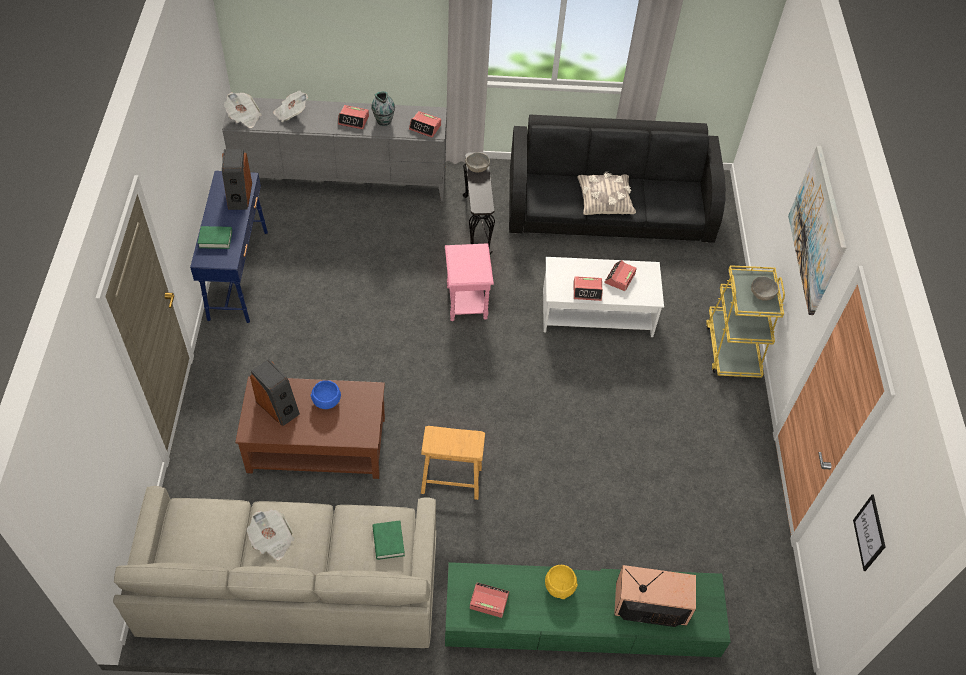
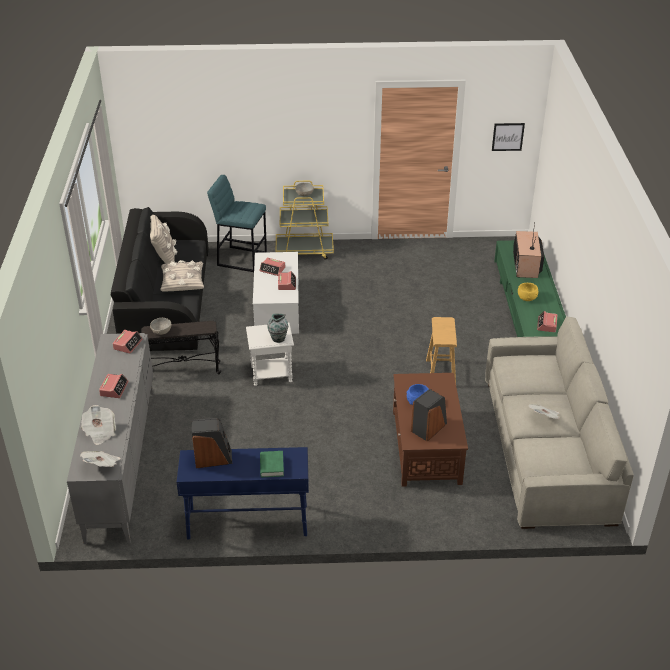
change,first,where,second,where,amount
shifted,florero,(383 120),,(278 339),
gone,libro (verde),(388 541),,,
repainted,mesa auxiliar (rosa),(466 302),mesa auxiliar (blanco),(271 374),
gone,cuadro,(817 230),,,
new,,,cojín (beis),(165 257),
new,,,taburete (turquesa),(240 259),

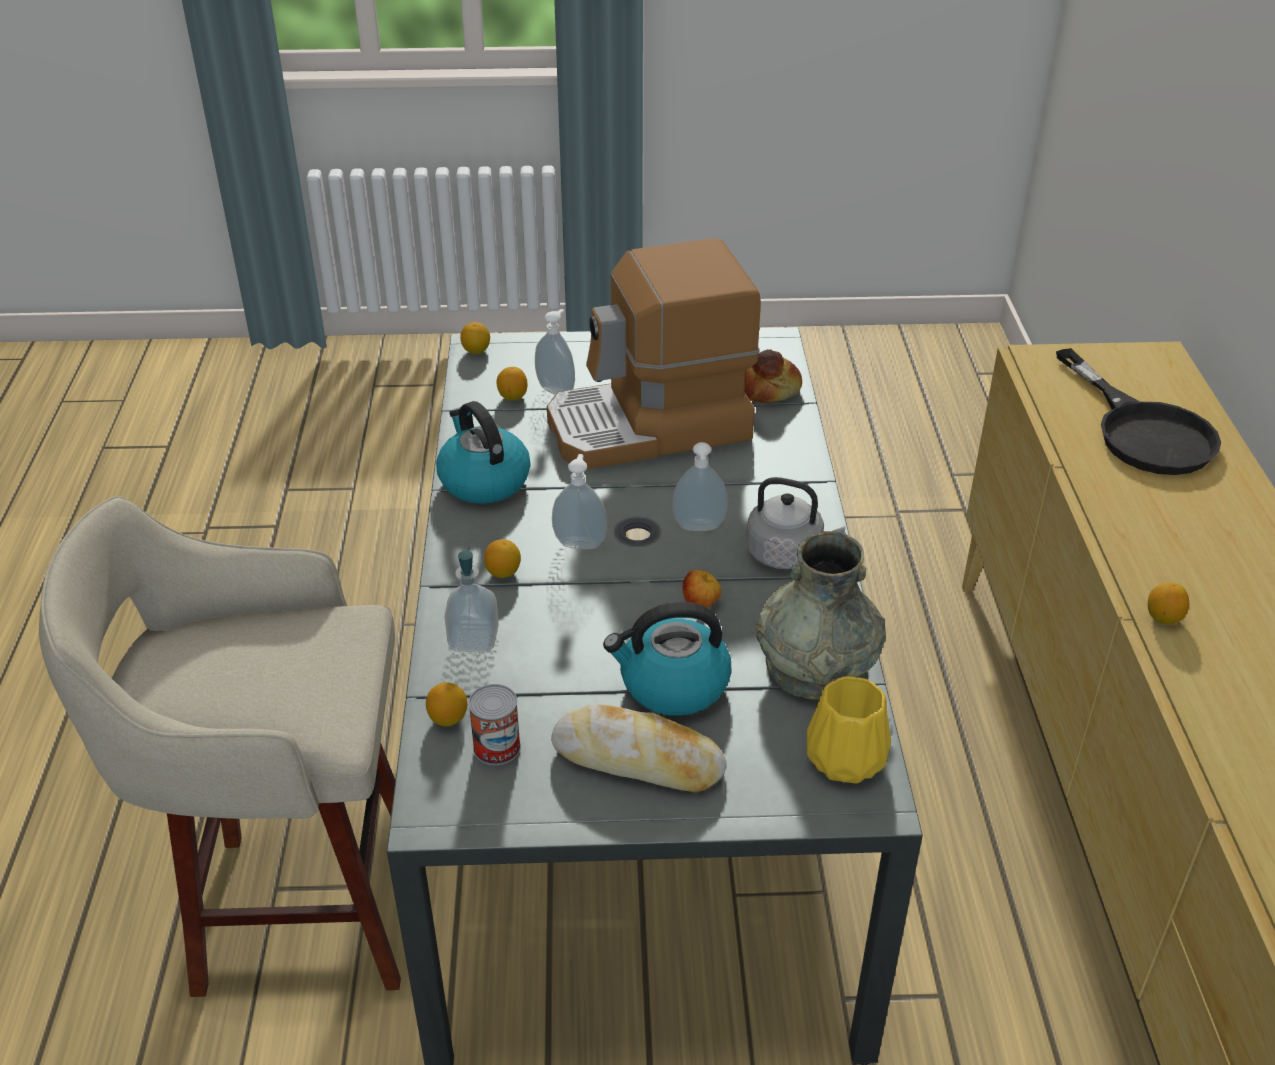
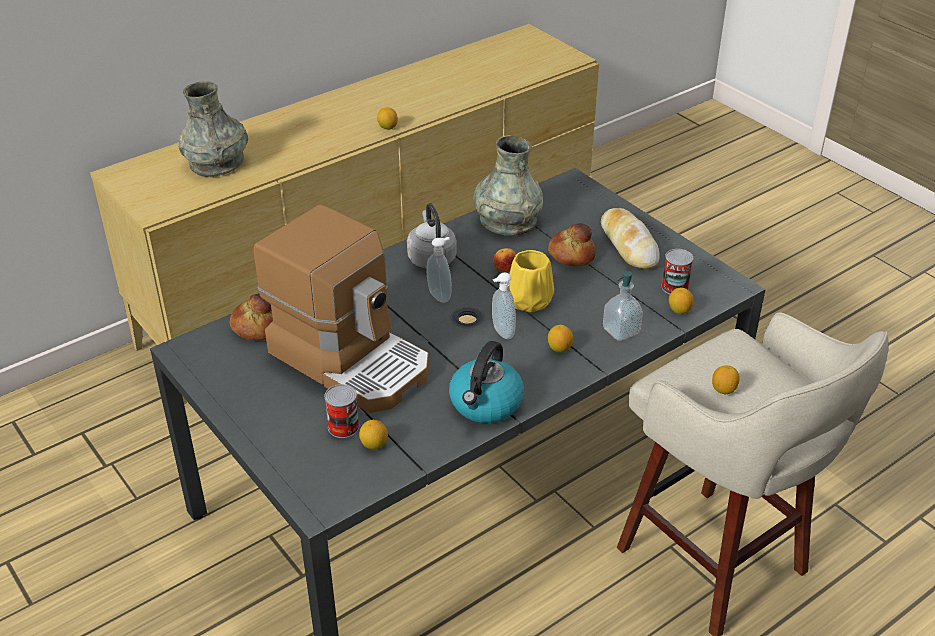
change,first,where,second,where,amount
shifted,limón,(476 351),,(723 390),
swapped,dispensador de jabón,(557 389),lata,(343 427),
swapped,hervidor,(672 685),pan,(571 255),
shifted,florero (amarillo),(844 758),,(529 302),
swapped,sartén (negro),(1143 430),florero (gris),(216 163),

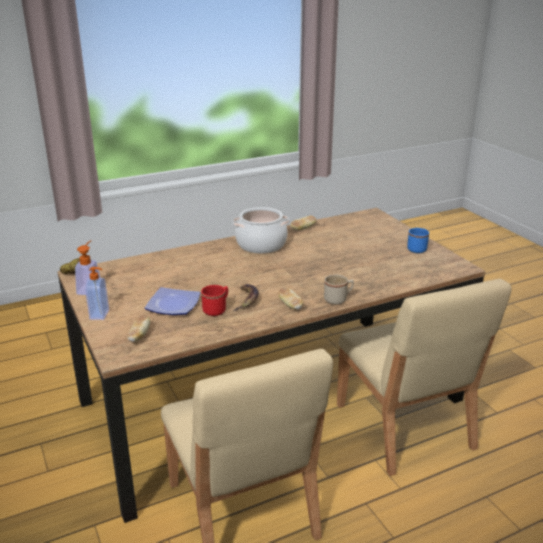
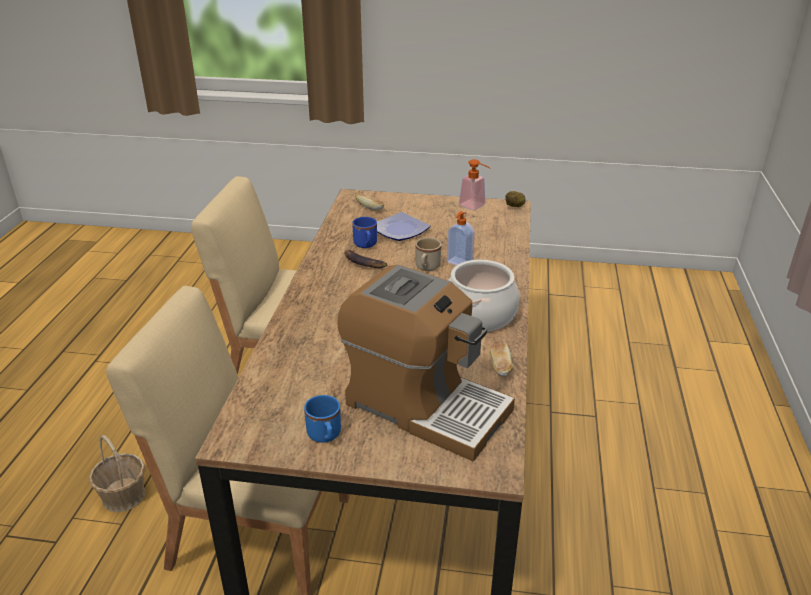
change,first,where,second,where,amount
shifted,dispensador de jabón,(100 314),,(459 262),
repainted,taza grande (rojo),(217 309),taza grande (azul),(366 245),
gone,pan,(290 305),,,
shifted,taza grande (beis),(338 299),,(426 268),
new,,,cesta,(123 496),
new,,,cafetera,(425 406),

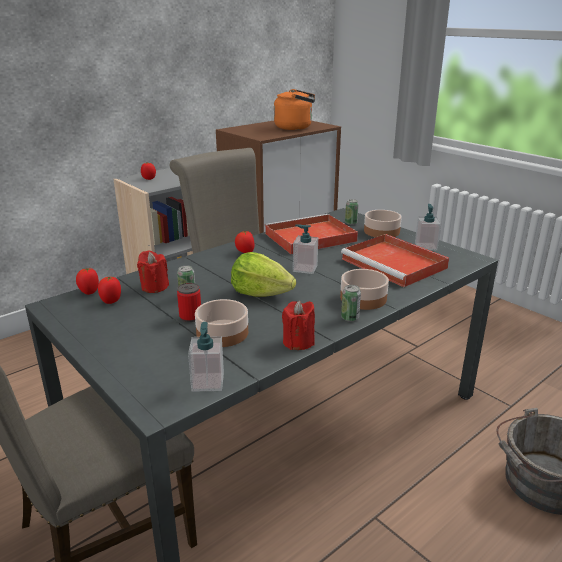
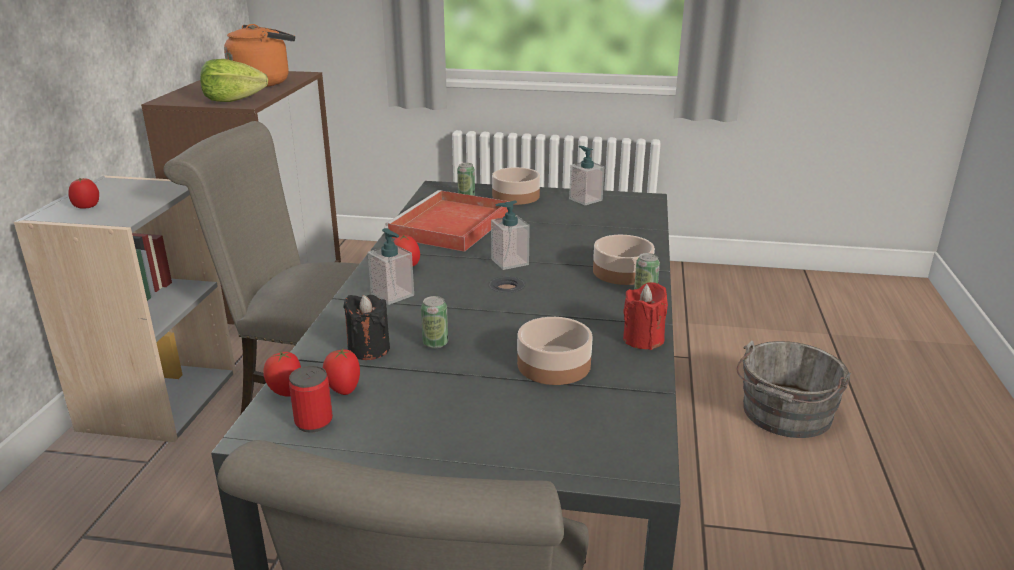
change,first,where,second,where,amount
repainted,vela (rojo),(154 287),vela (negro),(369 349),
shifted,lata,(190 317),,(314 422),
shifted,dispensador de jabón,(208 382),,(392 295),
shifted,lechuga,(261 293),,(233 100),
gone,bandeja (rojo),(395 264),,,

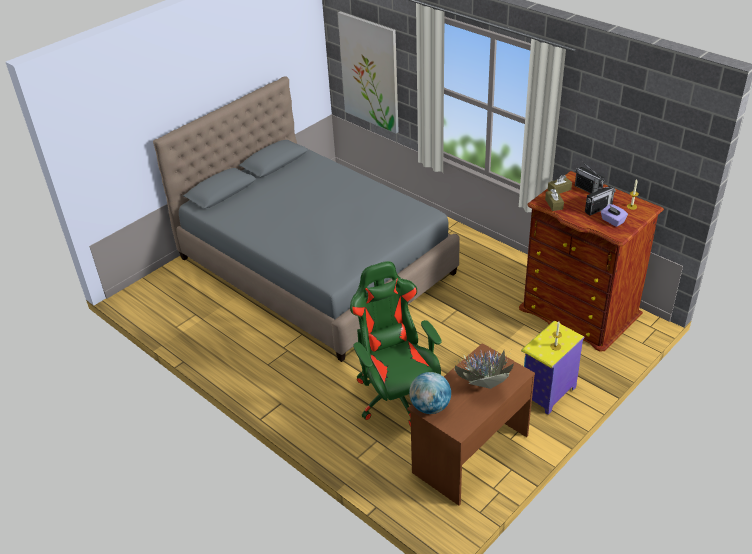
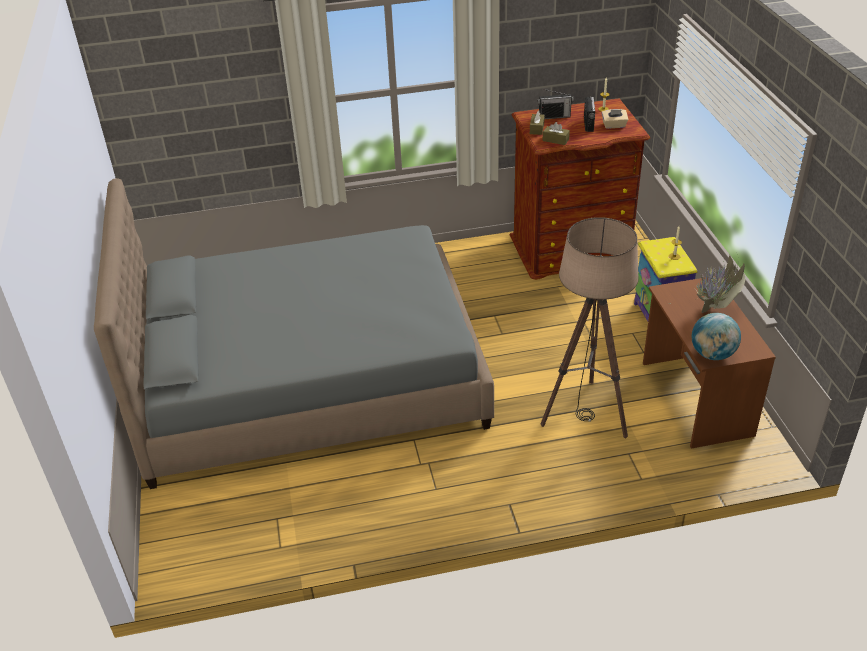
change,first,where,second,where,amount
gone,cuadro,(369 72),,,
swapped,silla de oficina (verde),(397 401),lámpara de pie,(586 414),
repainted,caja de pañuelos (morado),(612 221),caja de pañuelos (beis),(614 125),

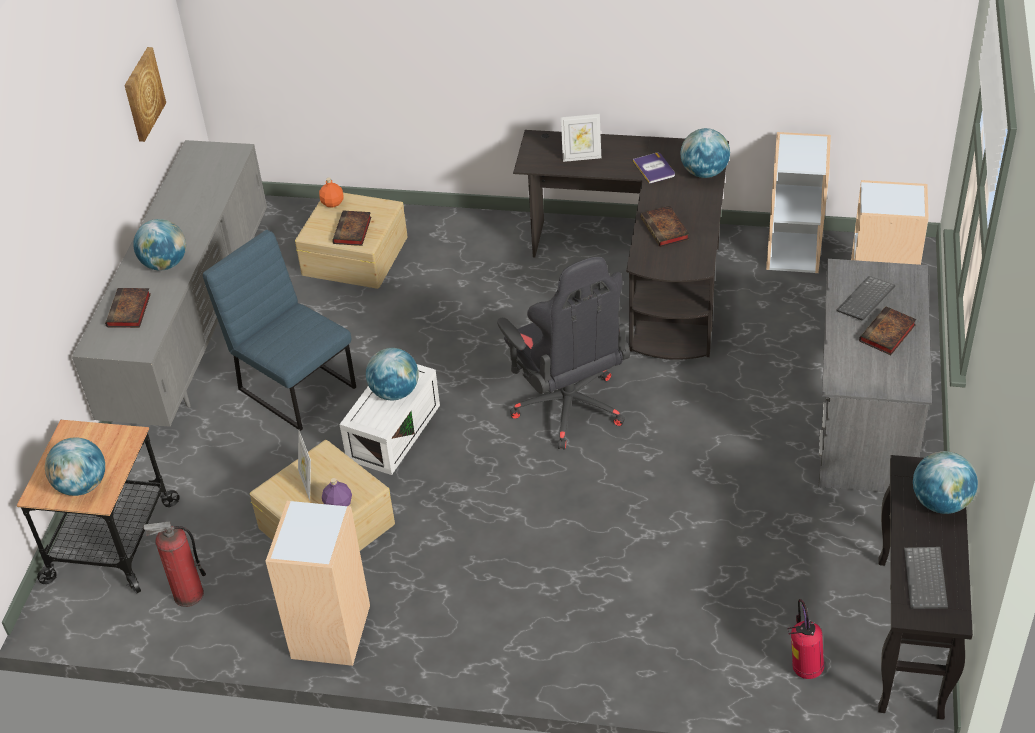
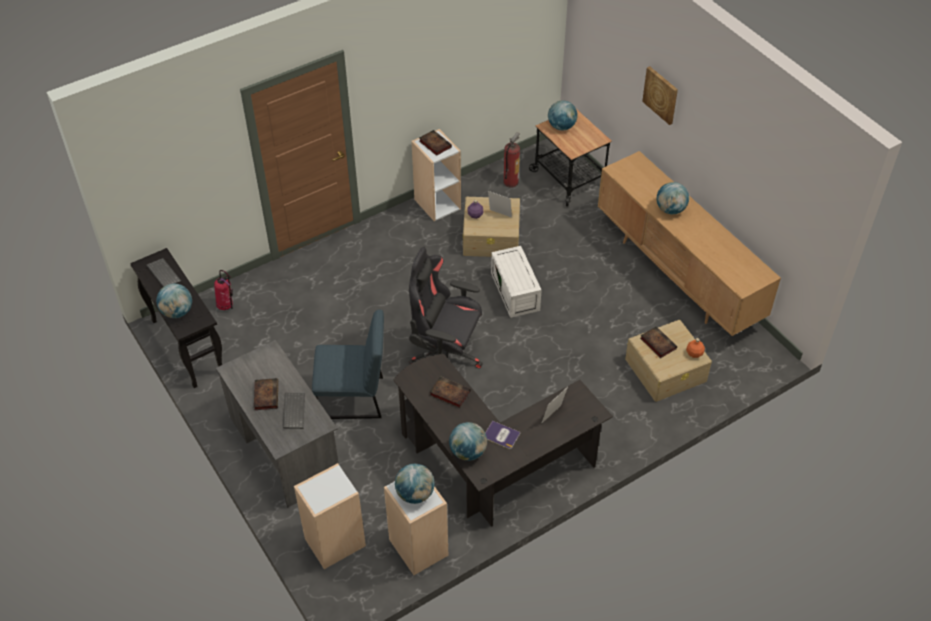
change,first,where,second,where,amount
repainted,armario (gris),(193 333),armario (marrón),(678 275),
shifted,libro,(129 311),,(434 144),
shifted,cuadro,(143 94),,(661 95),
shifted,silla (azul),(295 386),,(353 398),
shifted,globo terráqueo,(395 392),,(415 494),

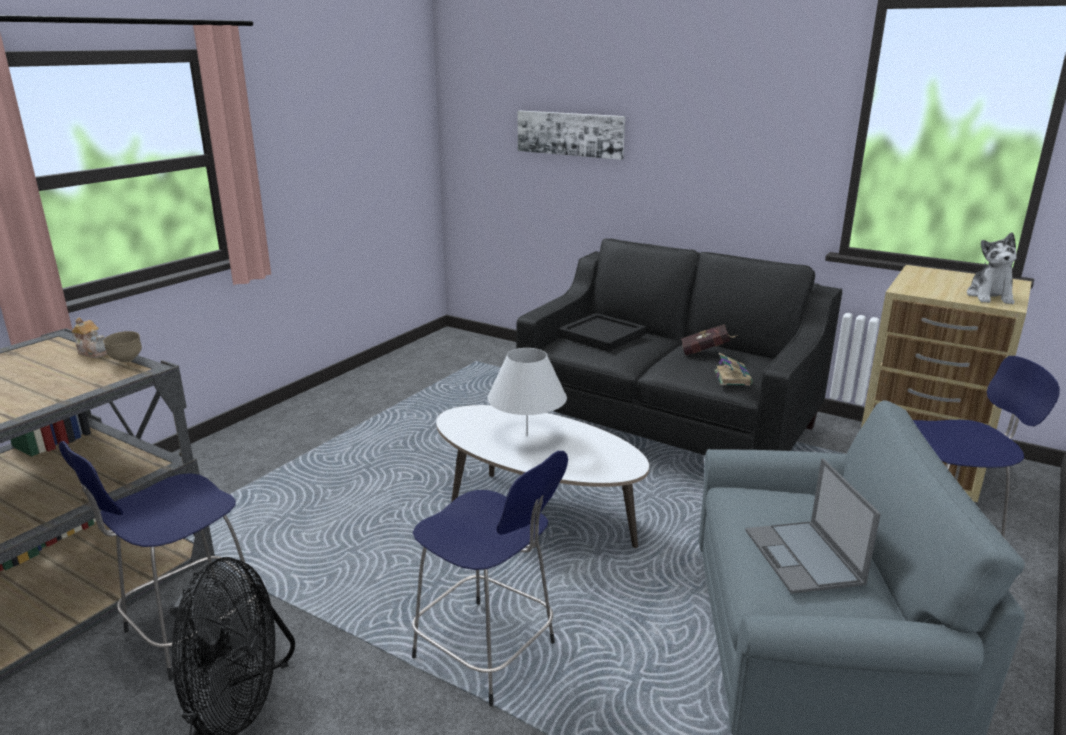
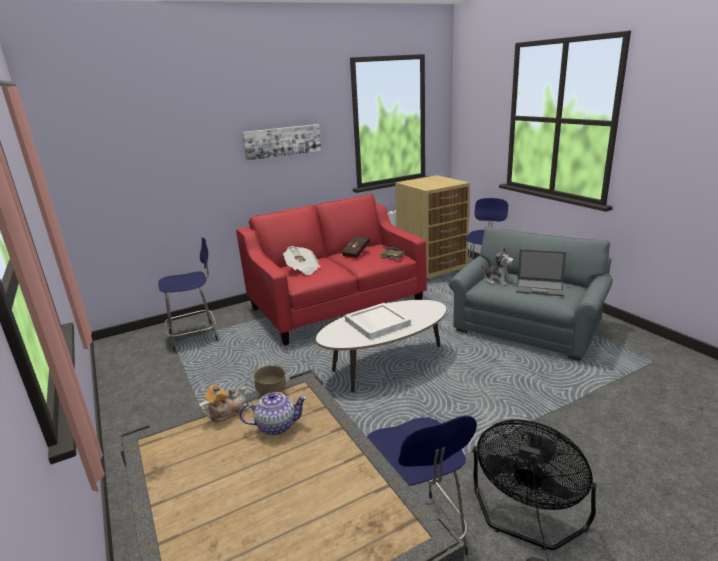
change,first,where,second,where,amount
shifted,taburete (azul),(488 653),,(195 336),
swapped,lámpara de mesa (blanco),(527 436),bandeja (blanco),(376 323),
repainted,sofá (negro),(669 425),sofá (rojo),(337 306),
shifted,cuadro,(570 134),,(282 141),
swapped,bandeja (negro),(601 336),periódico,(302 269),
shifted,peluche,(990 296),,(497 281),
new,,,tetera,(276 426),

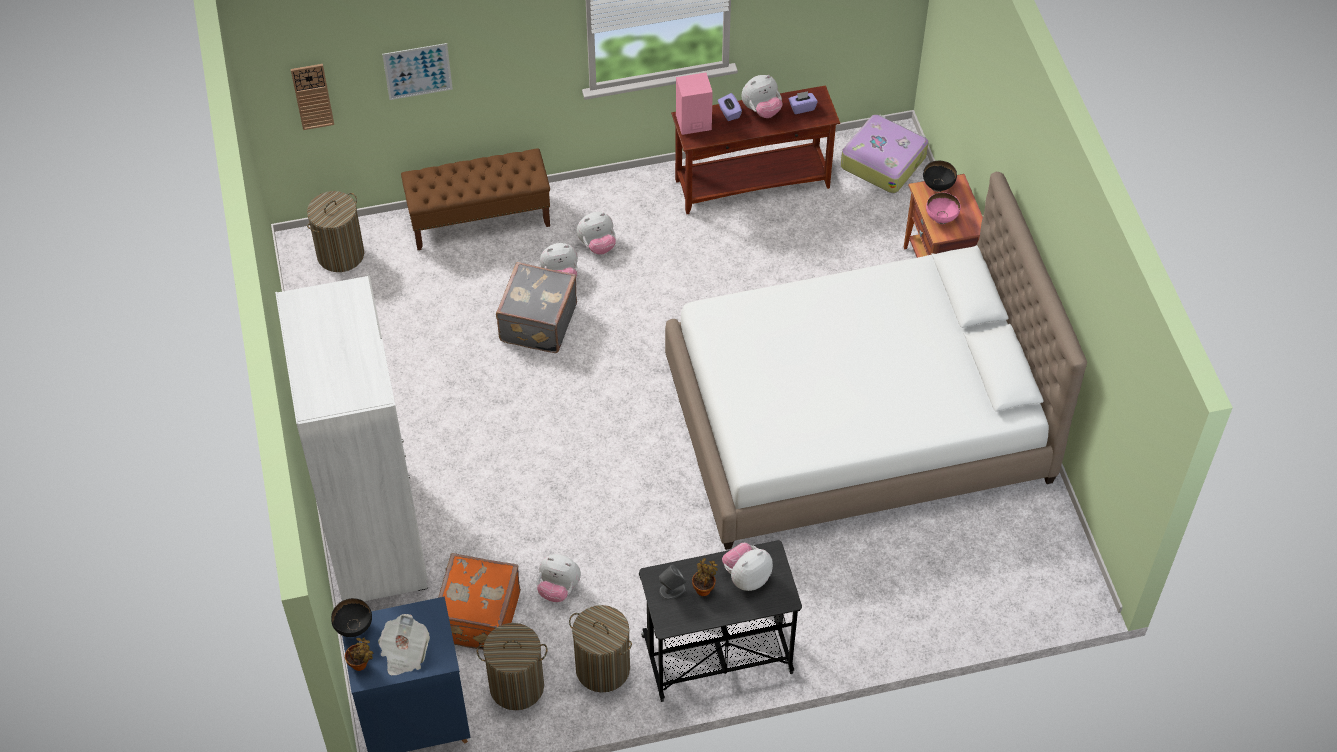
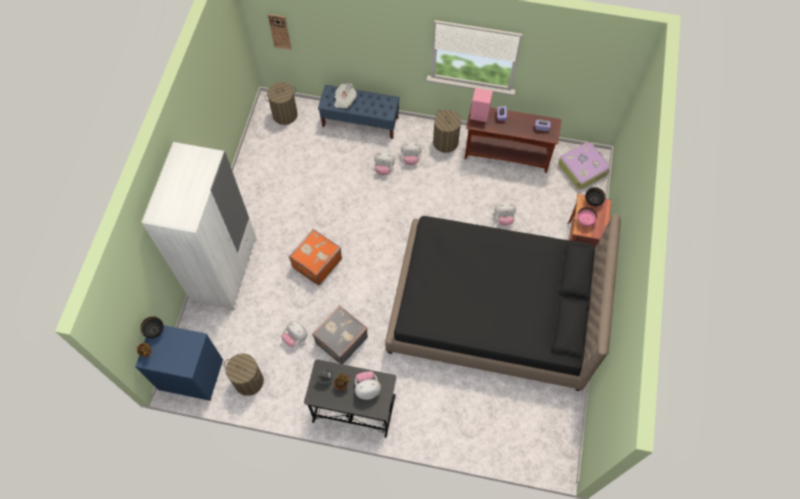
change,first,where,second,where,amount
shifted,periódico,(404 653),,(344 100),
gone,cuadro,(417 71),,,
repainted,banco (marrón),(480 219),banco (azul),(360 122),
shifted,maleta (naranja),(477 617),,(316 263),
shifted,maleta (gris),(536 323),,(340 340),
shifted,cesto de la ropa,(602 668),,(445 142),
repainted,cama (blanco),(857 420),cama (negro),(493 310),
shifted,peluche,(761 110),,(504 218),

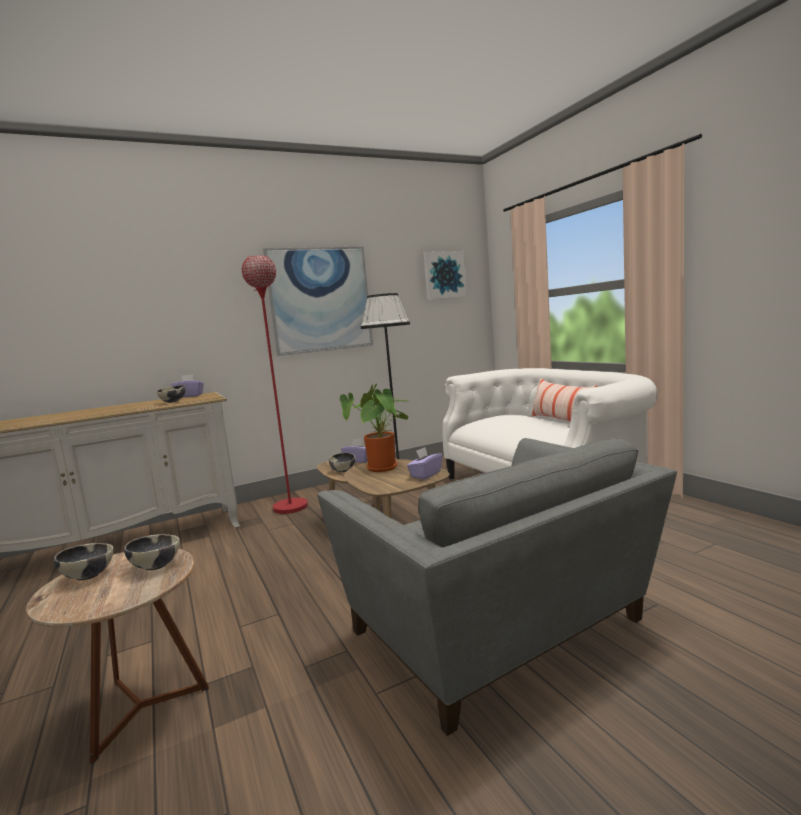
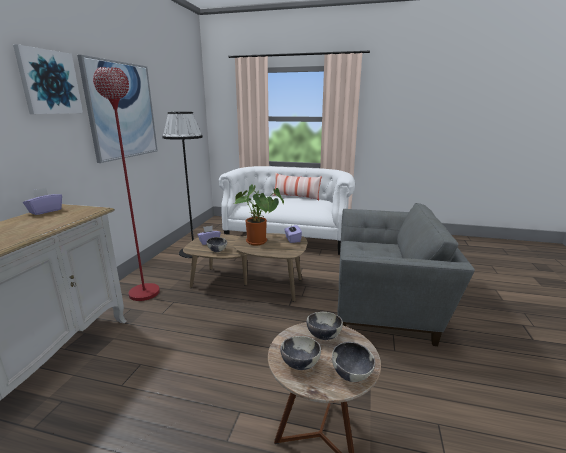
change,first,where,second,where,amount
shifted,cuenco,(173 402),,(351 374),
shifted,cuadro,(444 275),,(49 82),

